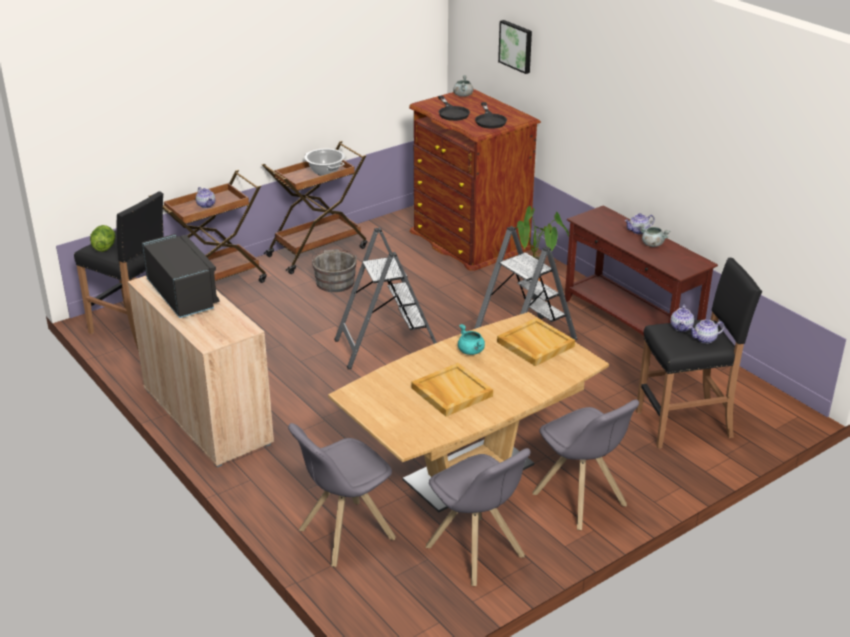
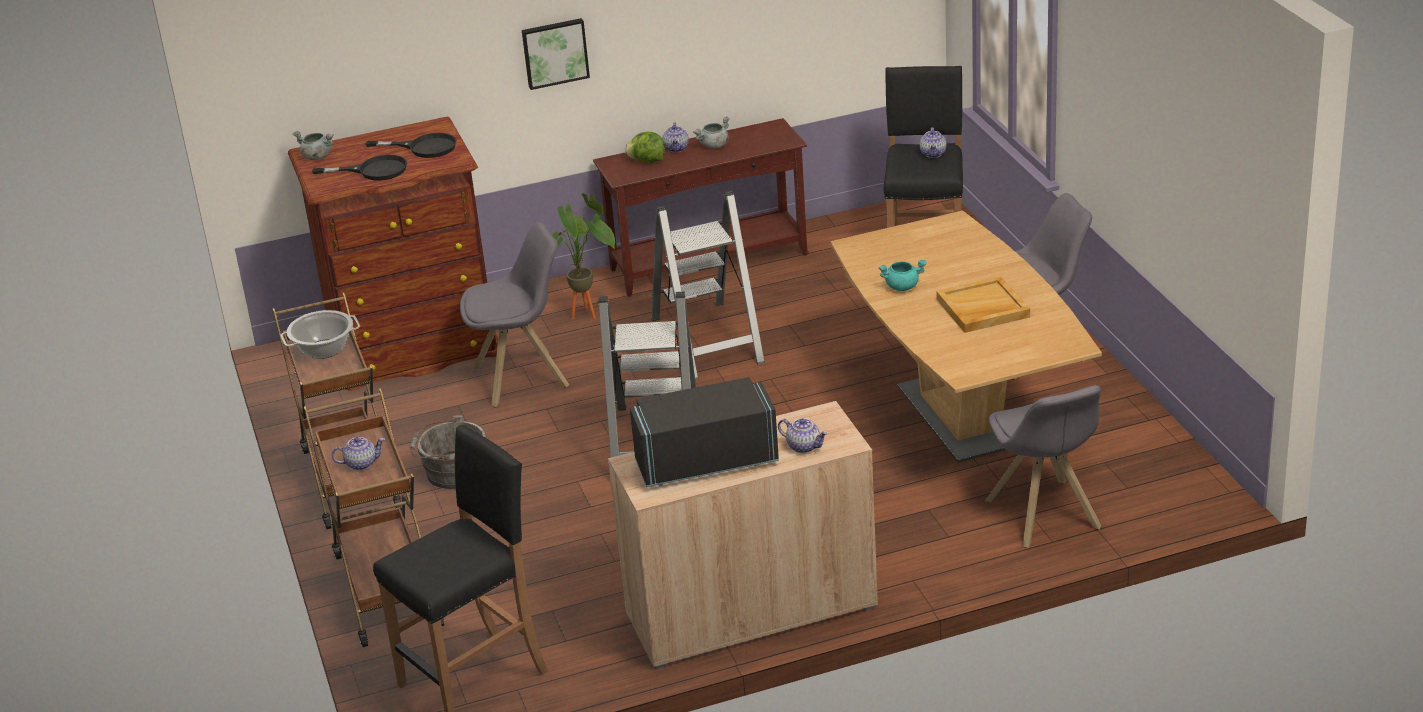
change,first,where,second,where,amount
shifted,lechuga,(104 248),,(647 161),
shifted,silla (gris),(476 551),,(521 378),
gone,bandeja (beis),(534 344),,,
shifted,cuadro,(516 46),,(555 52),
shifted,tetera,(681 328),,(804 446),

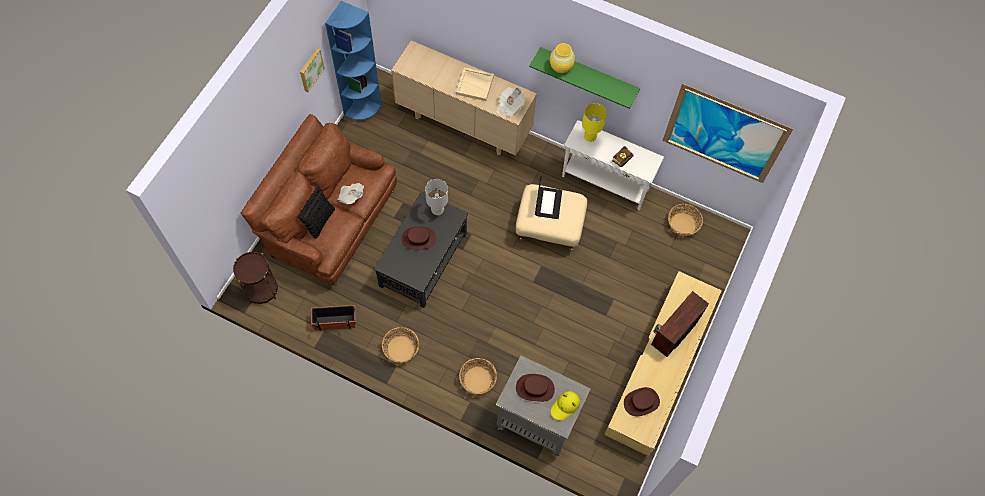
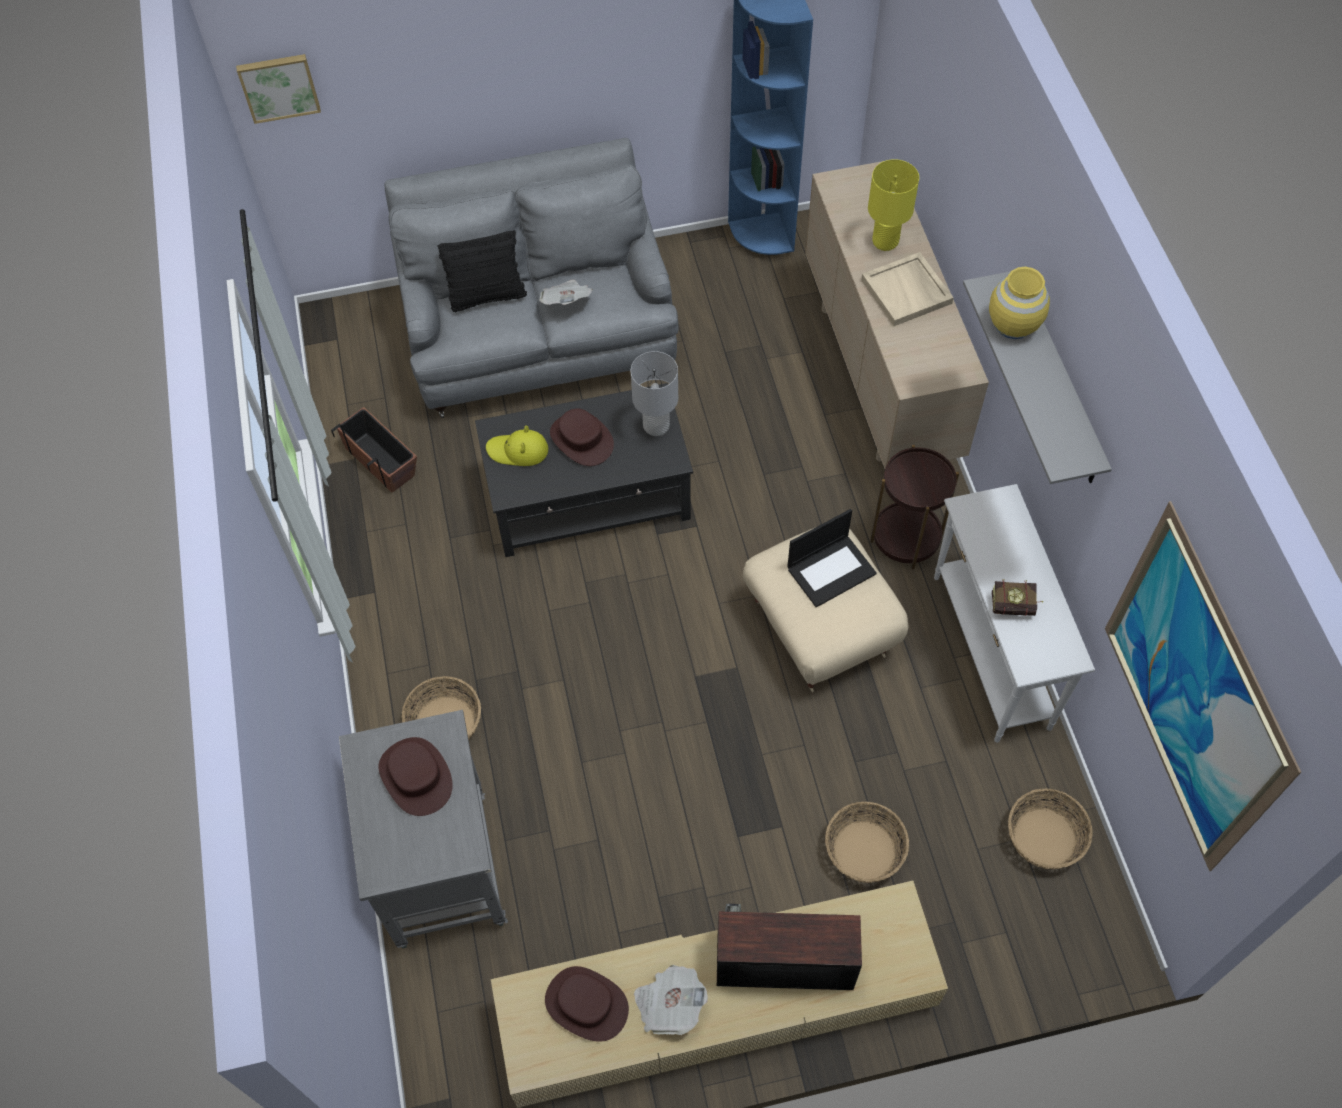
change,first,where,second,where,amount
shifted,mesa auxiliar (marrón),(261 289),,(906 538),
repainted,sofá (marrón),(329 220),sofá (gris),(540 333),
shifted,cuadro,(310 69),,(279 86),
shifted,cesta,(400 349),,(863 850),
shifted,periódico,(509 107),,(669 1005),
repainted,estante (verde),(588 74),estante (gris),(1058 381),
shifted,sombrero (amarillo),(565 406),,(518 451),
shifted,lámpara de mesa (amarillo),(590 137),,(885 244),

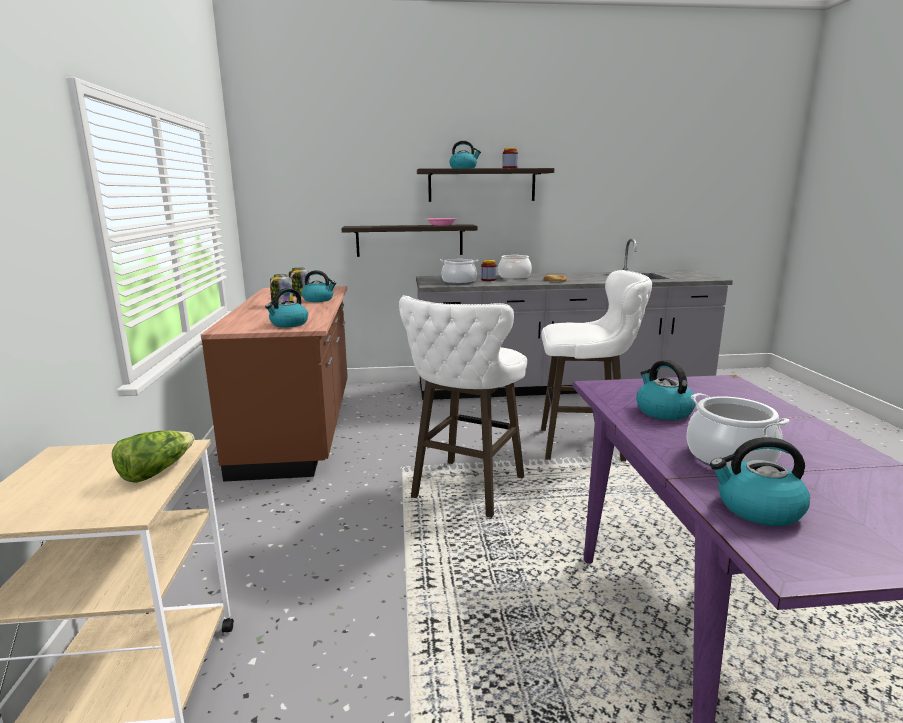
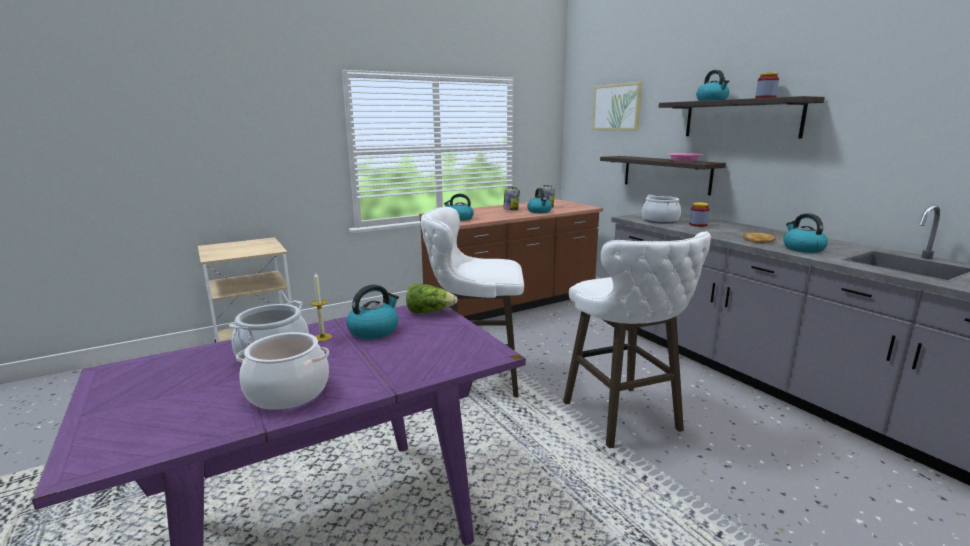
change,first,where,second,where,amount
shifted,lechuga,(156 471),,(429 312),
shifted,olla,(514 277),,(288 392),
shifted,hervidor,(757 509),,(802 249),
new,,,vela,(322 337),
new,,,cuadro,(617 107),

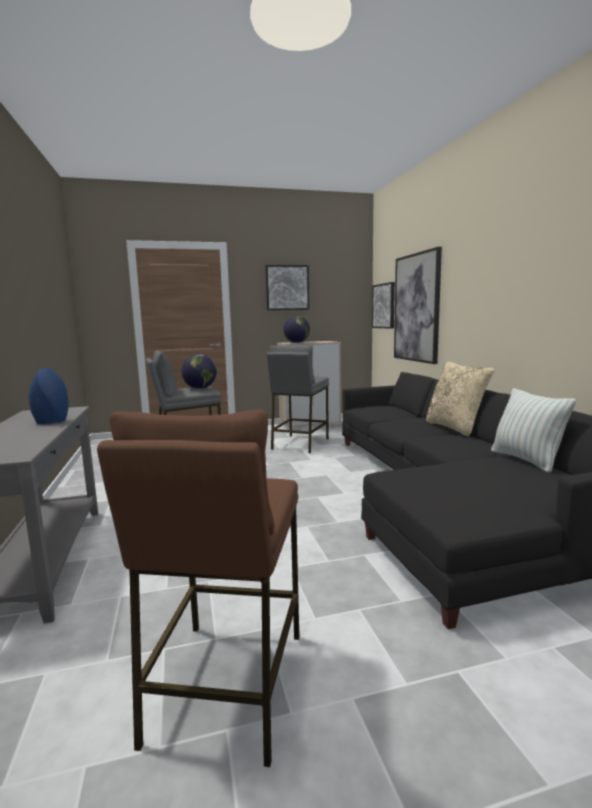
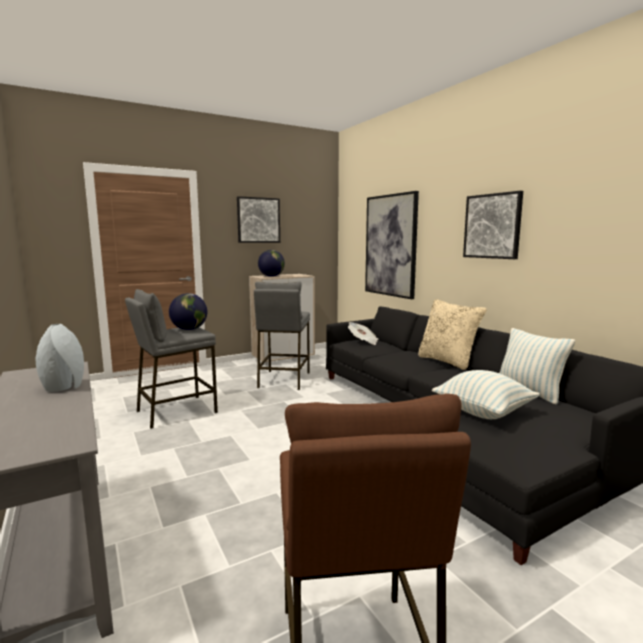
change,first,where,second,where,amount
repainted,florero (azul),(52 421),florero (gris),(65 387),
shifted,cuadro,(384 306),,(492 226),
new,,,periódico,(363 342),
new,,,cojín,(483 412),

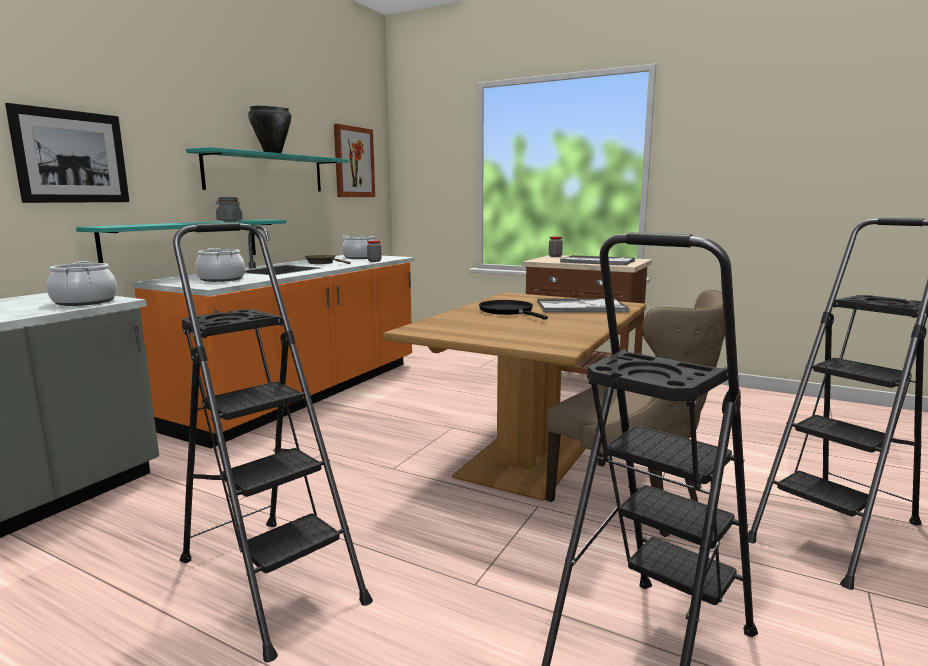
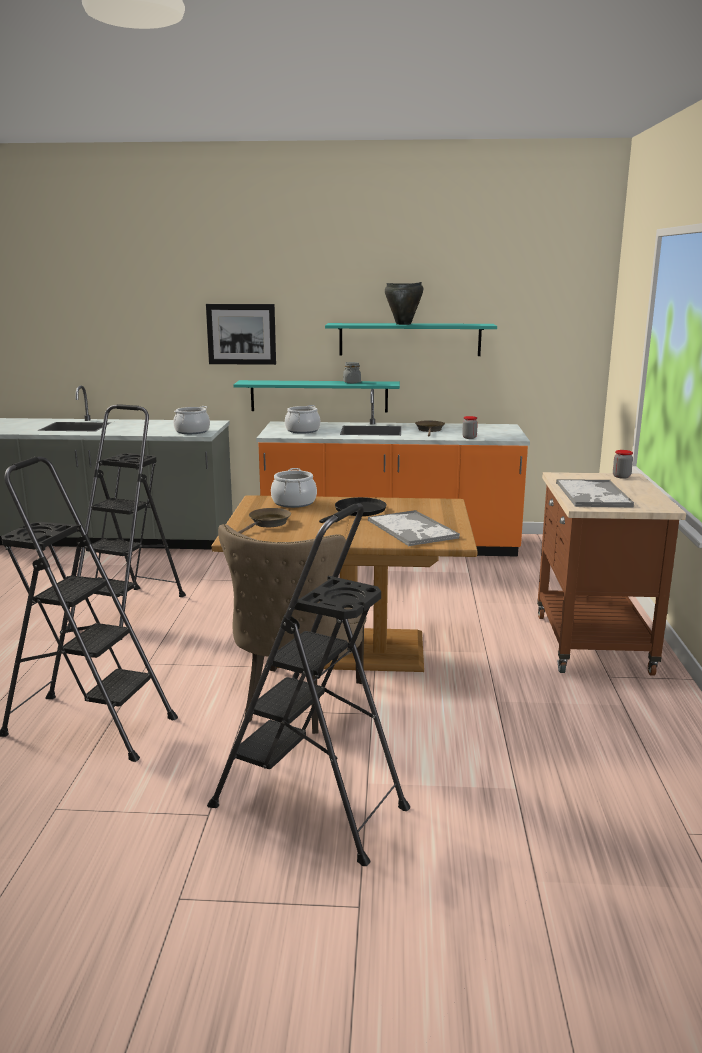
change,first,where,second,where,amount
gone,cuadro,(354 162),,,
shifted,olla,(359 258),,(294 502),
new,,,sartén (marrón),(267 524),

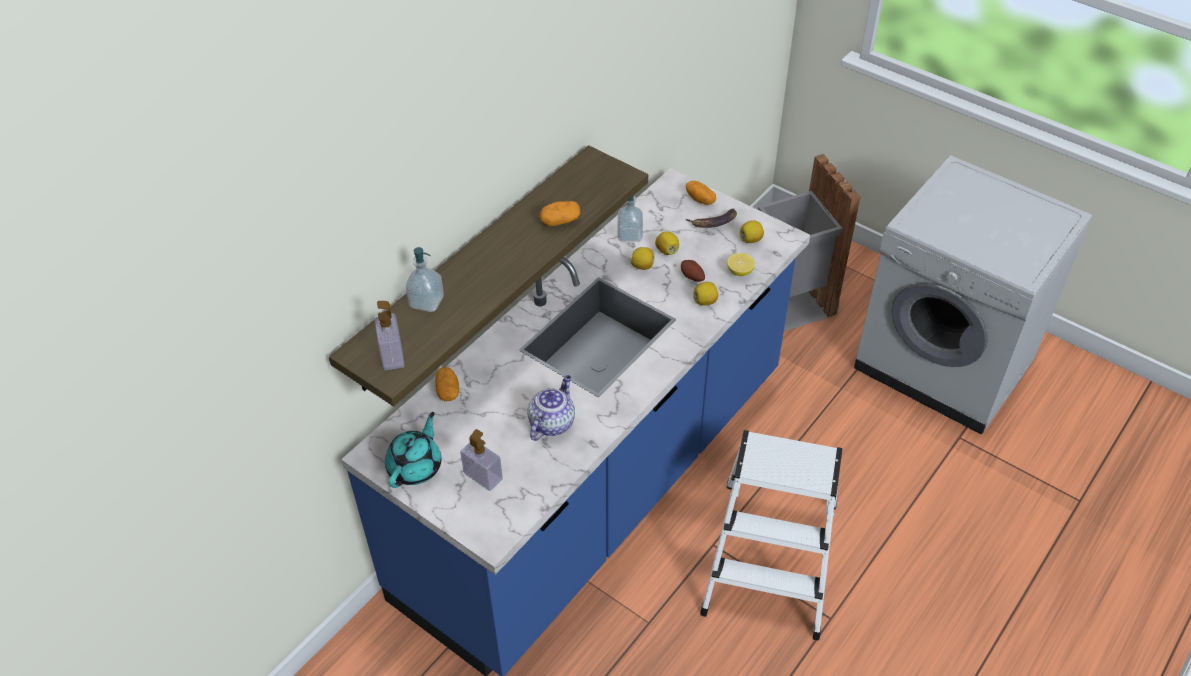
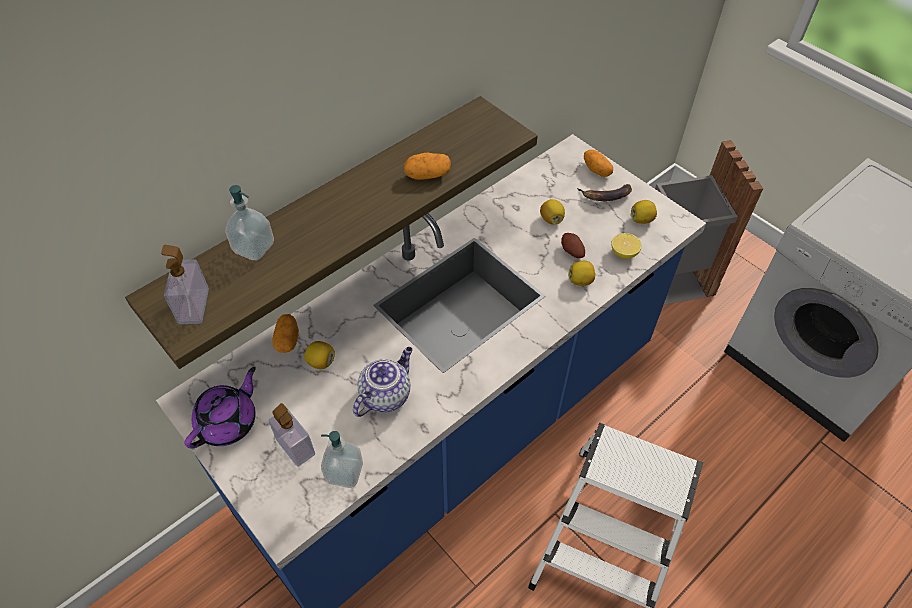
change,first,where,second,where,amount
repainted,tetera (turquesa),(415 466),tetera (morado),(229 422),
shifted,dispensador de jabón,(629 235),,(344 472),
shifted,limón,(642 266),,(321 362),

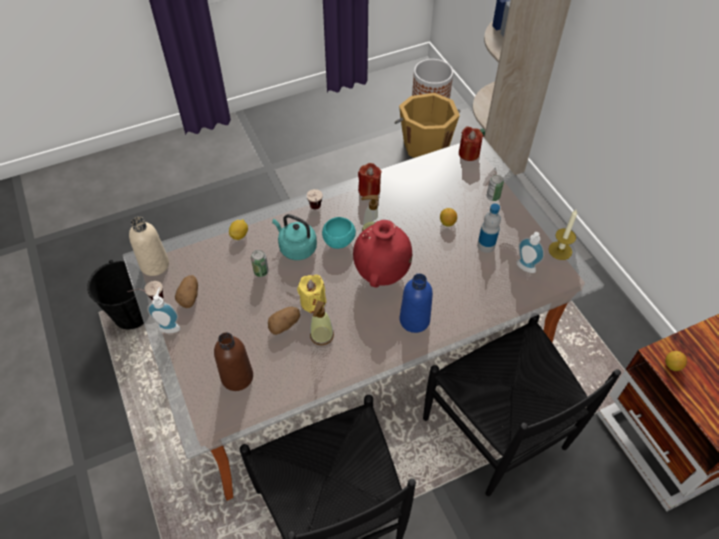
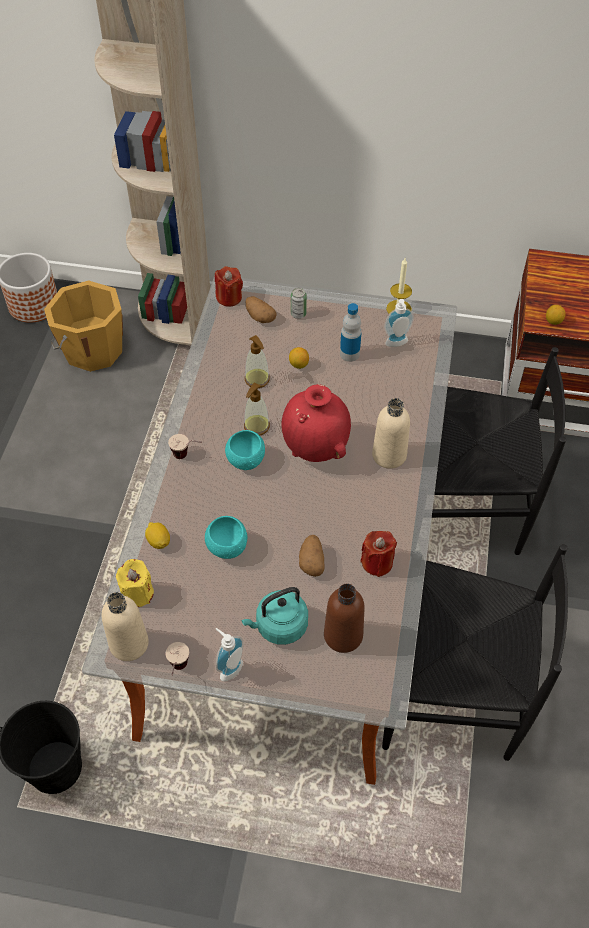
change,first,where,second,where,amount
shifted,patata,(189 297),,(259 317),
swapped,lata,(261 271),cuenco (turquesa),(227 547),
shifted,hervidor (turquesa),(296 248),,(279 626),
shifted,vela (amarillo),(313 302),,(137 593),
shifted,dispensador de jabón,(321 335),,(257 379),
shifted,vela (rojo),(369 190),,(377 562),
repainted,botella (azul),(414 320),botella (beis),(389 455),

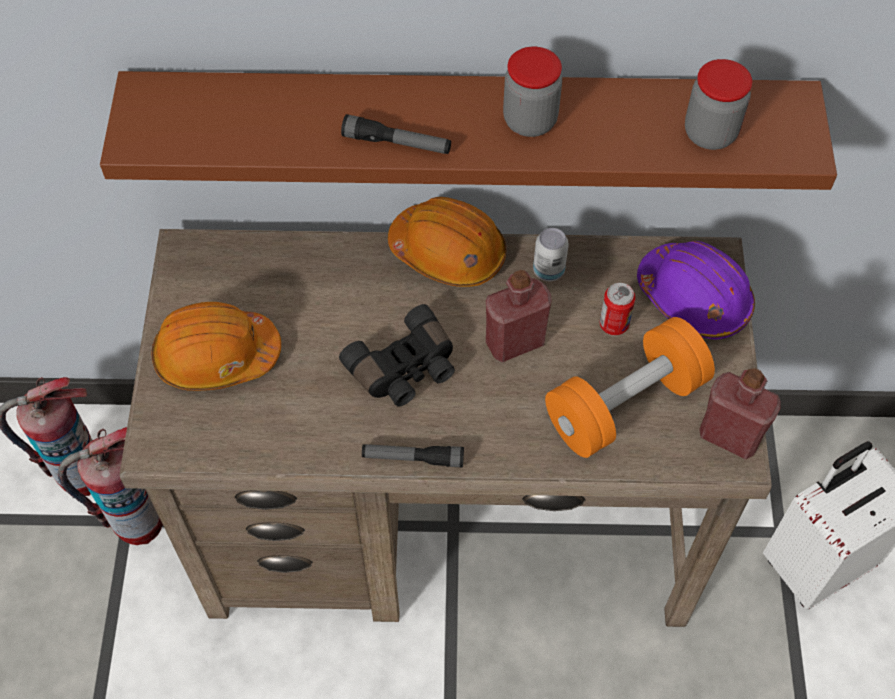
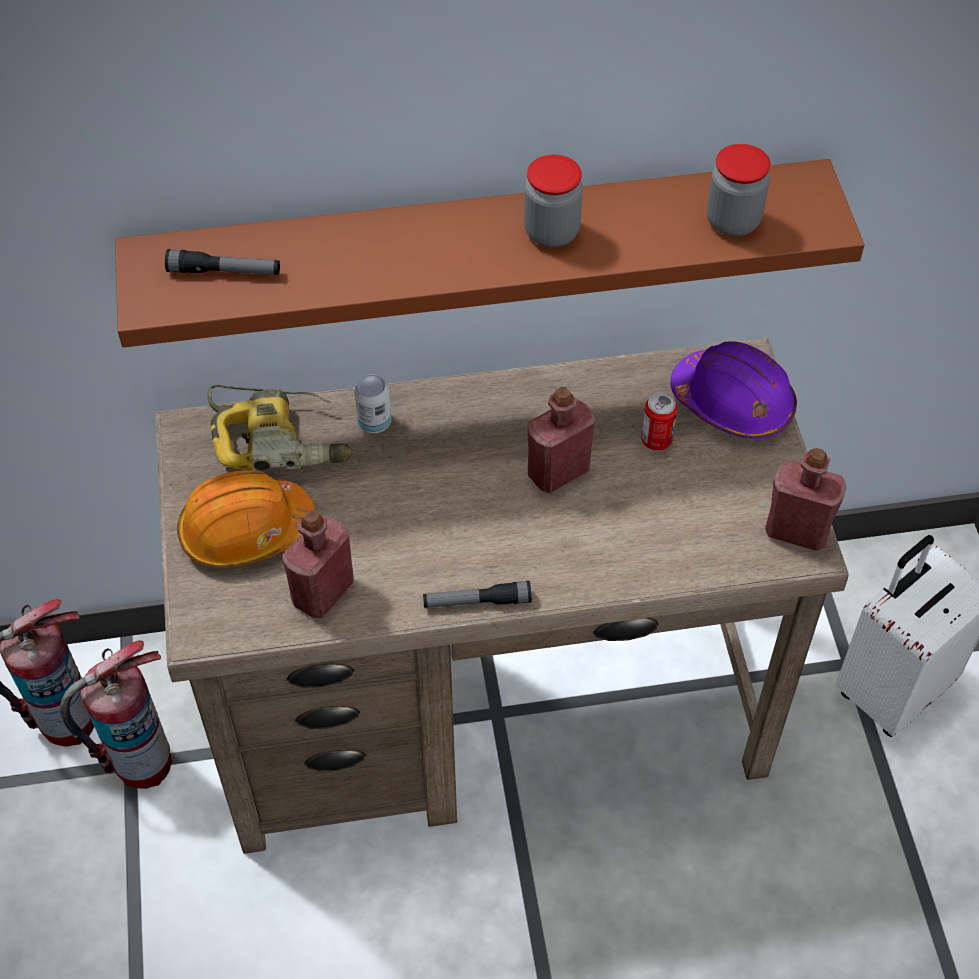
change,first,where,second,where,amount
gone,prismáticos (negro),(405 369),,,
shifted,linterna,(397 143),,(224 272),
gone,casco (naranja),(448 252),,,
shifted,lata,(548 270),,(374 423),
gone,mancuerna (naranja),(625 404),,,
new,,,taladro,(281 437),
new,,,botella (rojo),(323 592),

